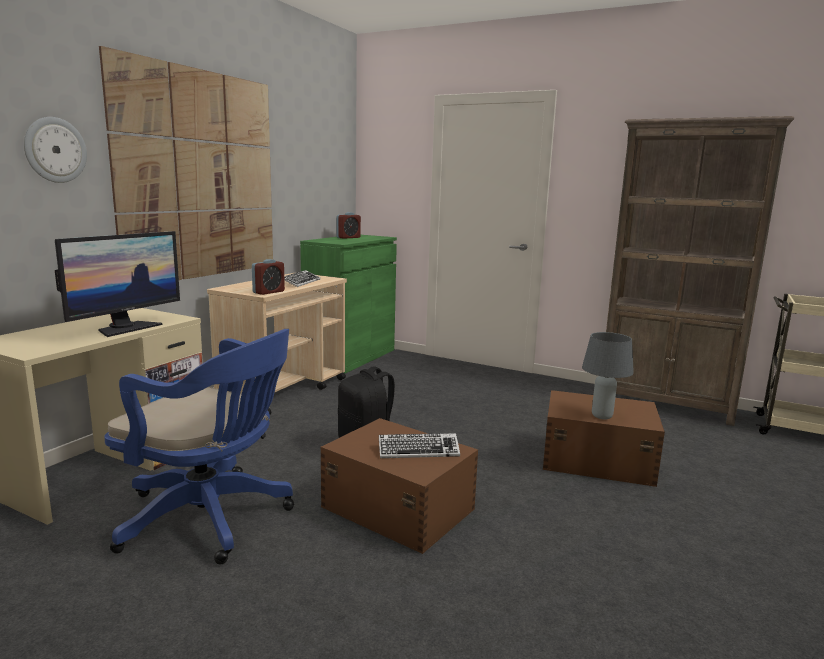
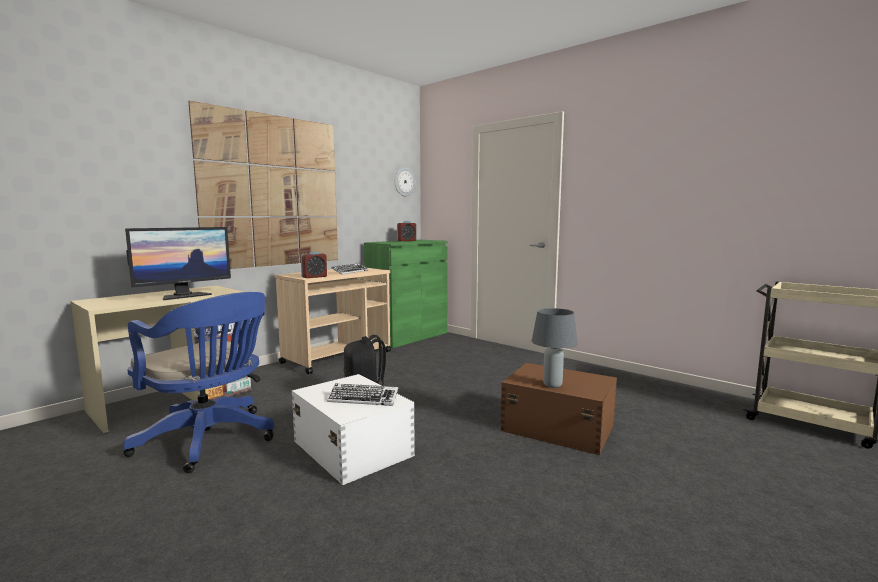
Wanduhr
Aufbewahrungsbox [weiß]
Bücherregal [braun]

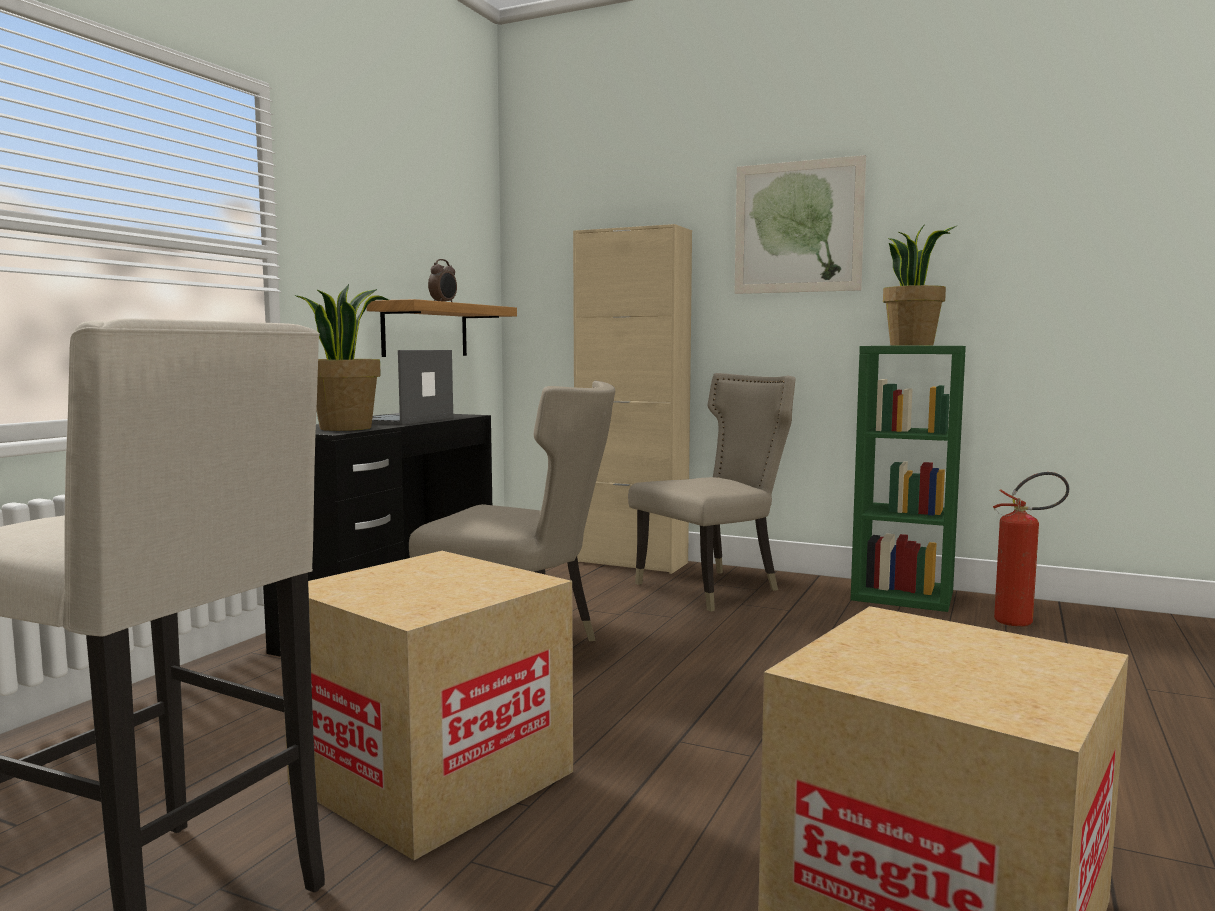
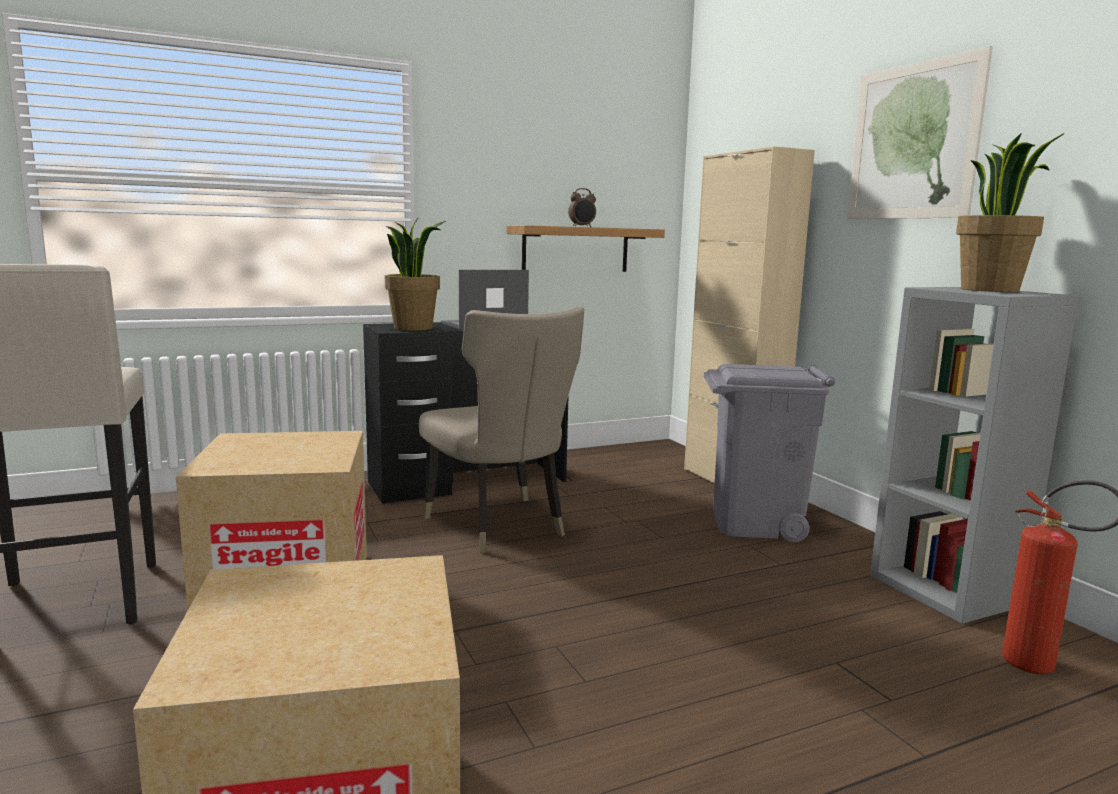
Mülleimer [grau]
Bücherregal [grau]

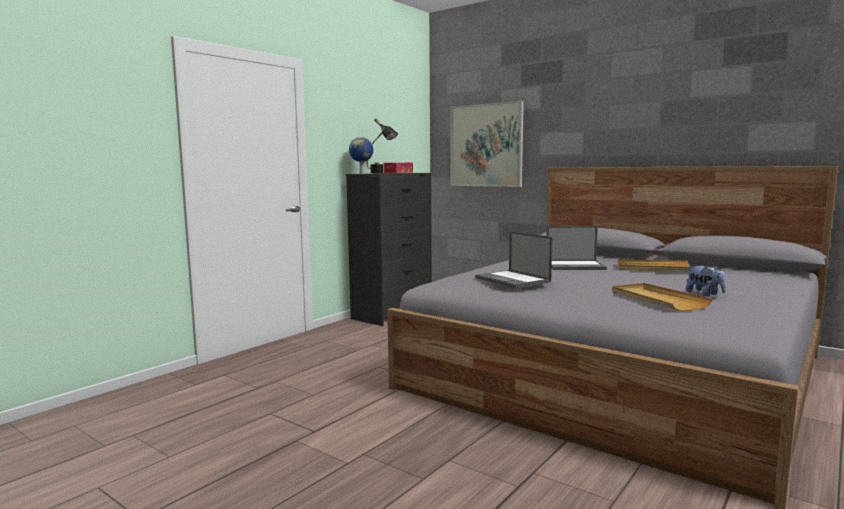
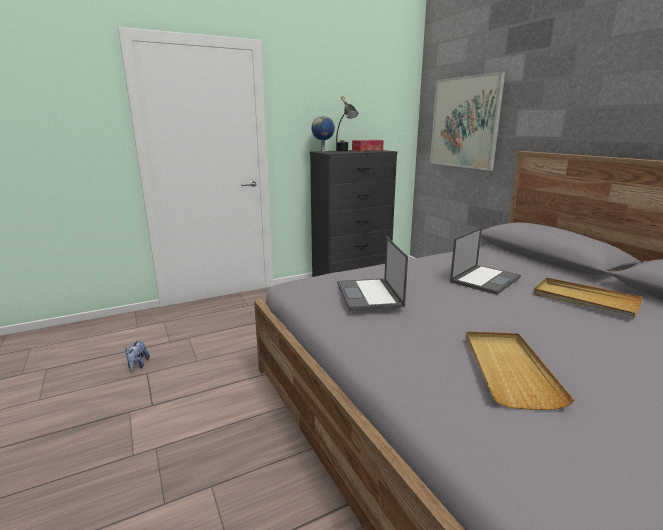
Laptop (no. 2 from left)
Plüschtier

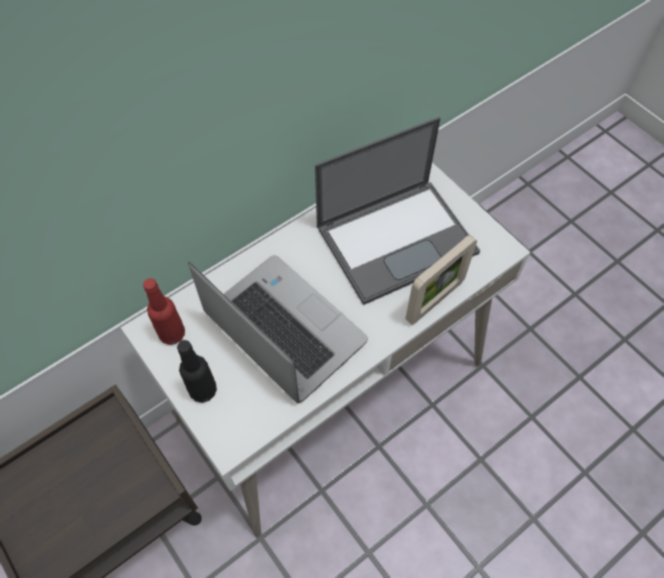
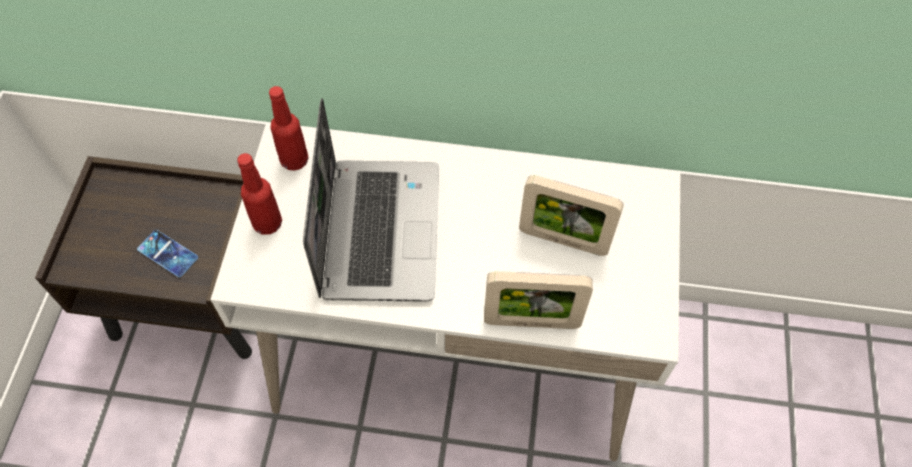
Flasche [rot] (no. 1 from left)
Bilderrahmen (no. 2 from left)
Handy

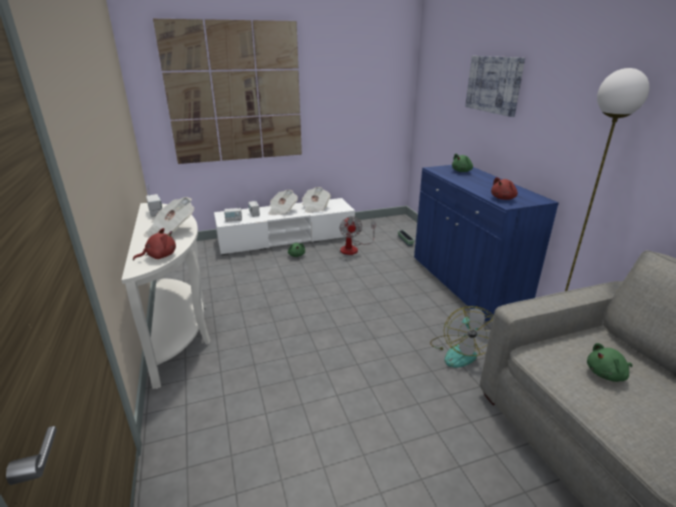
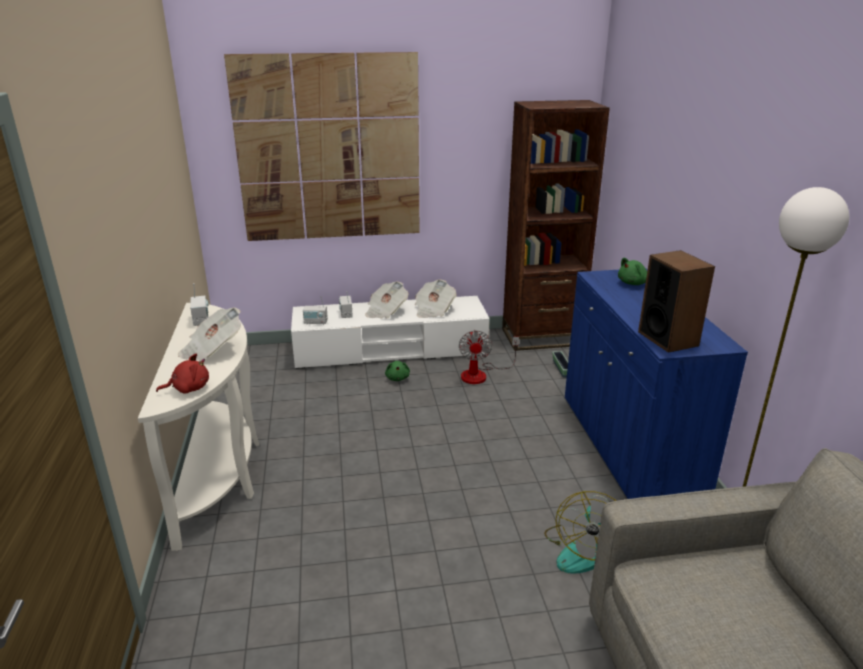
Bild (no. 2 from left in the first image)
Lautsprecher
Plüschtier [grün] (no. 3 from left in the first image)
Bücherregal [braun]

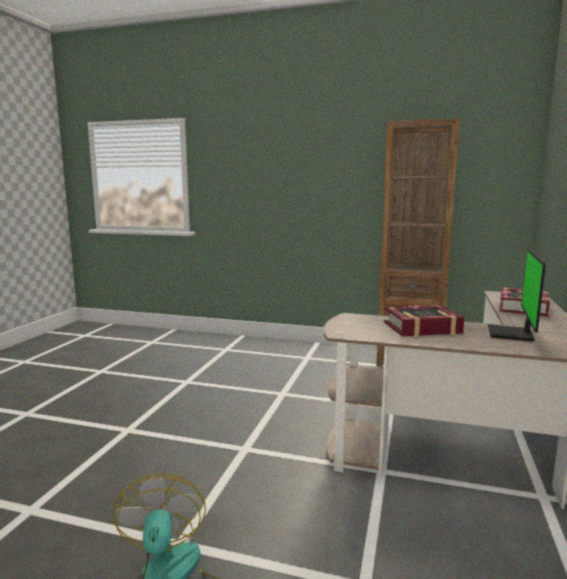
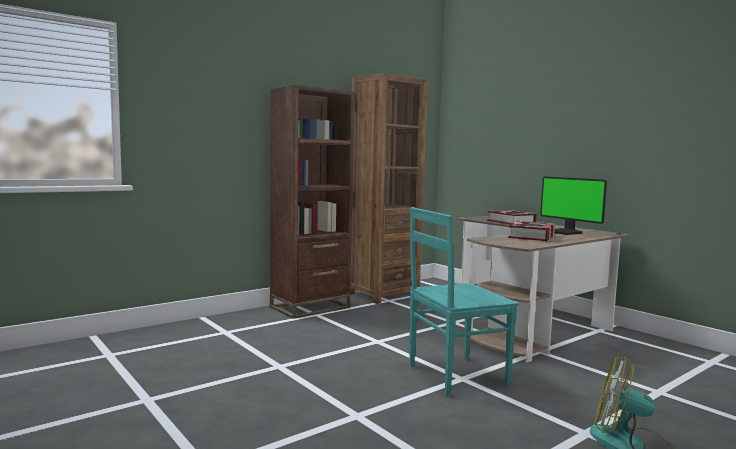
Bücherregal [braun] (no. 1 from left)
Stuhl [türkis]

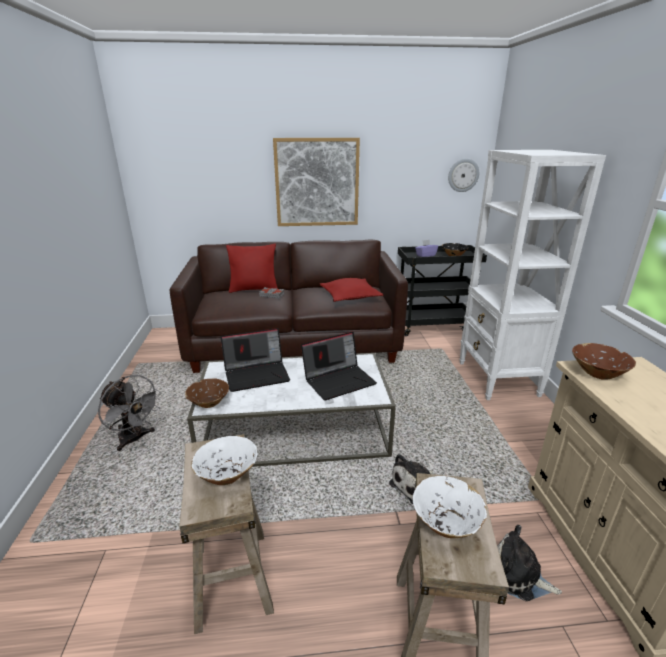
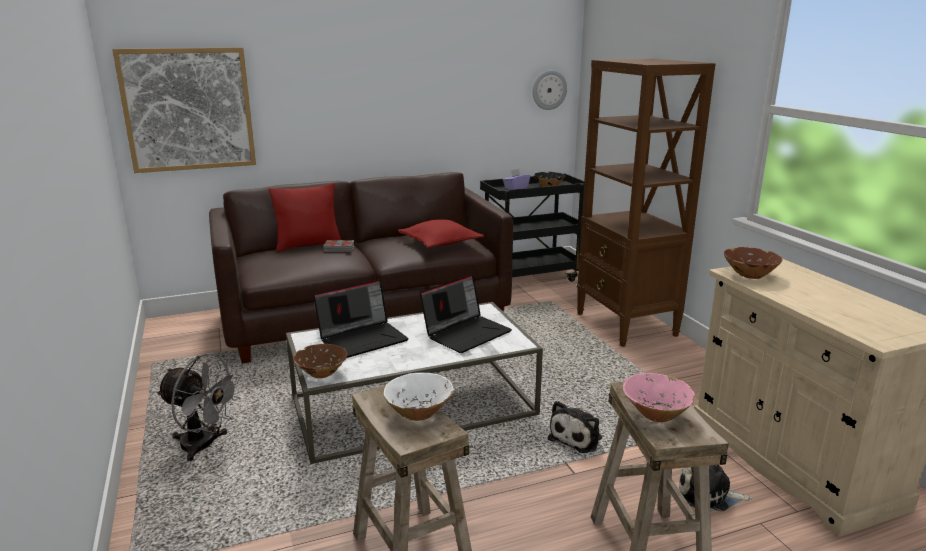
Bild
Schüssel [rosa]
Bücherregal [braun]

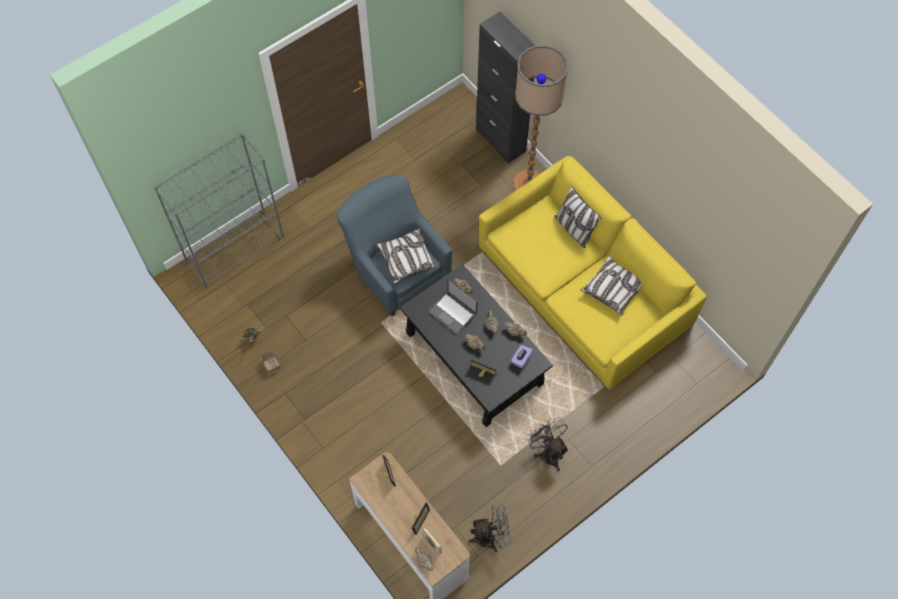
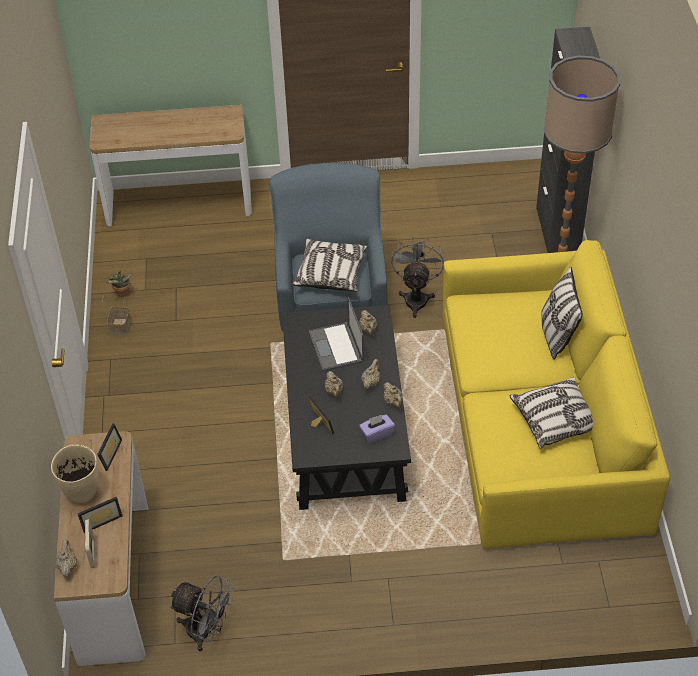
Konsolentisch (no. 2 from left)
Ventilator [grau] (no. 2 from left)
Vase [beige]

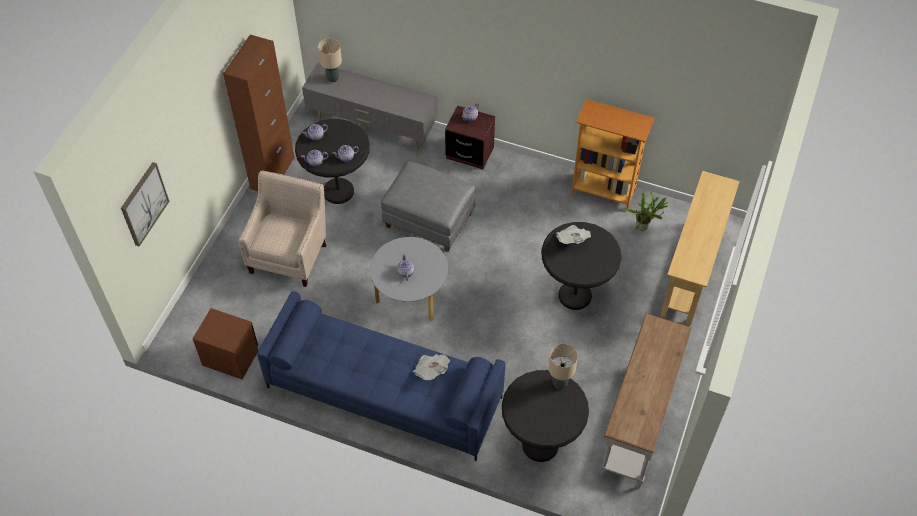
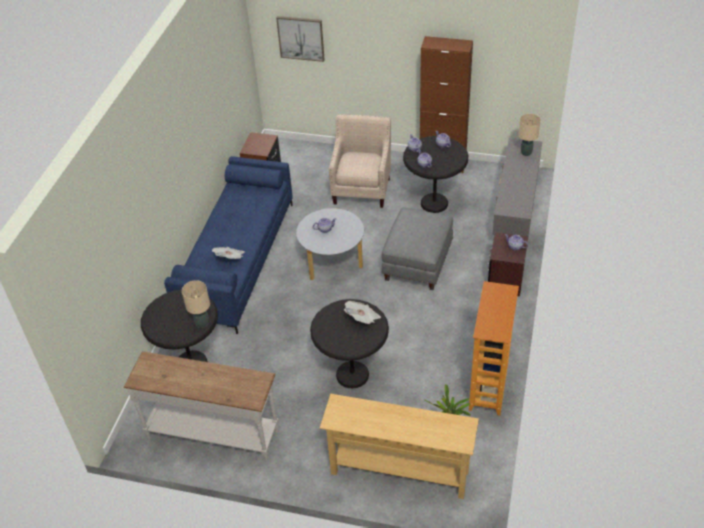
Sessel [beige]

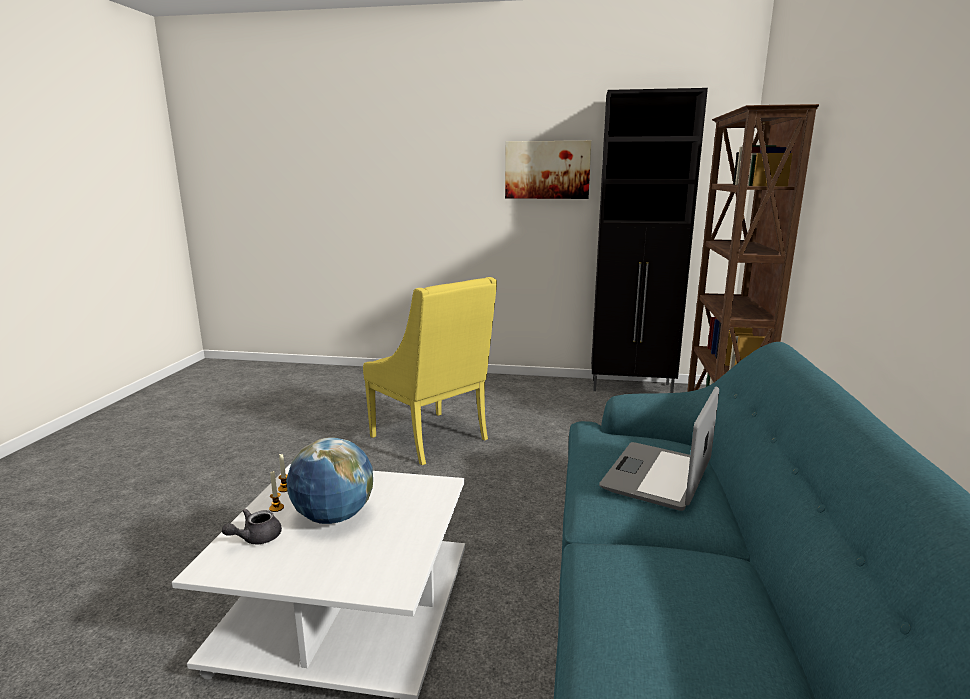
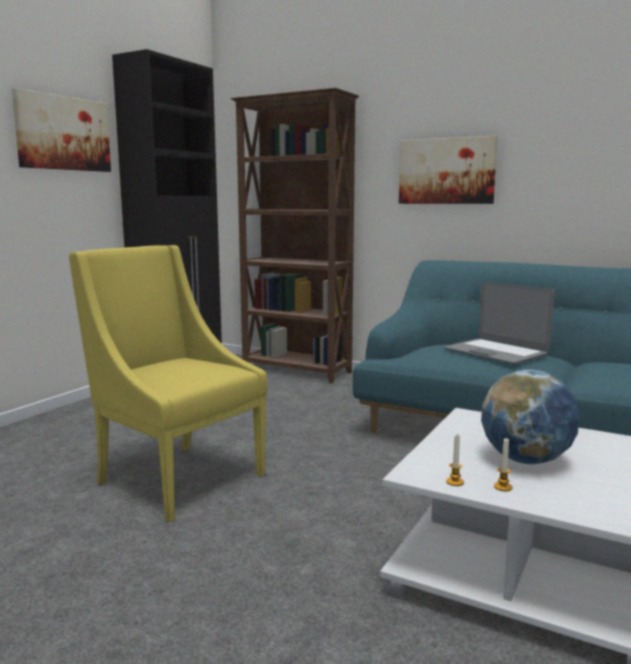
Teekanne [grau]
Sessel [gelb]
Bild (no. 2 from left)

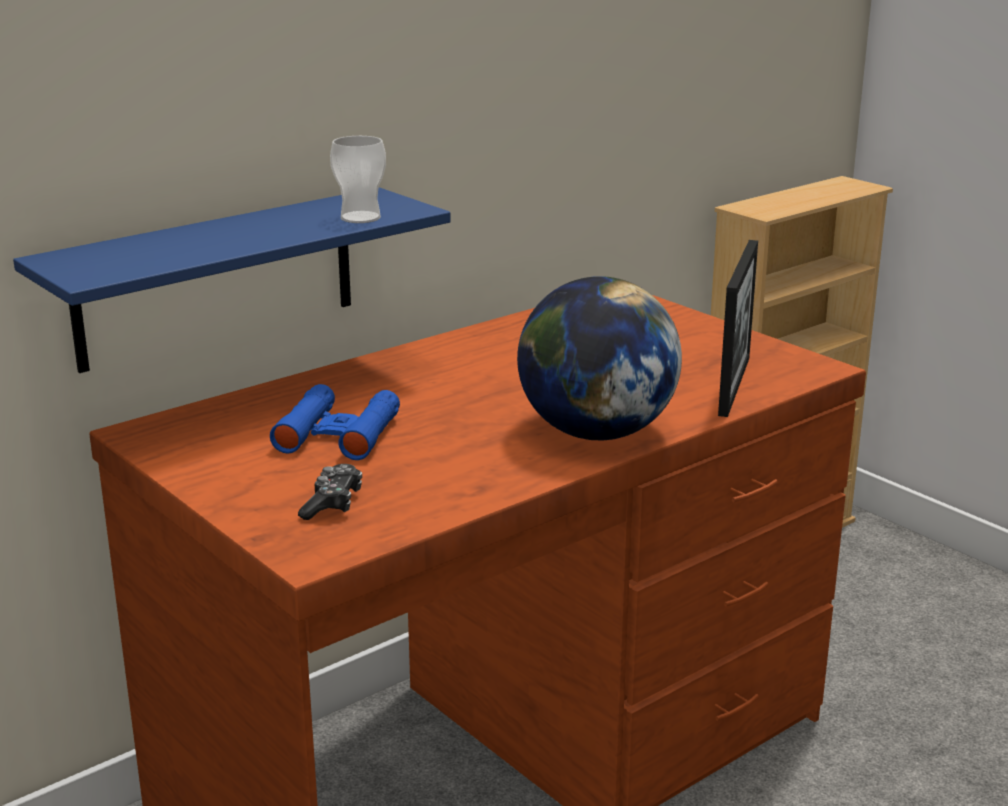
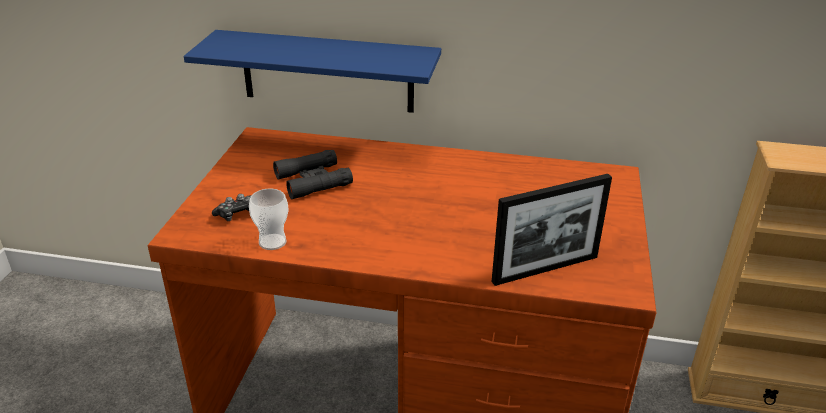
Fernglas [schwarz]
Tasse
Globus

